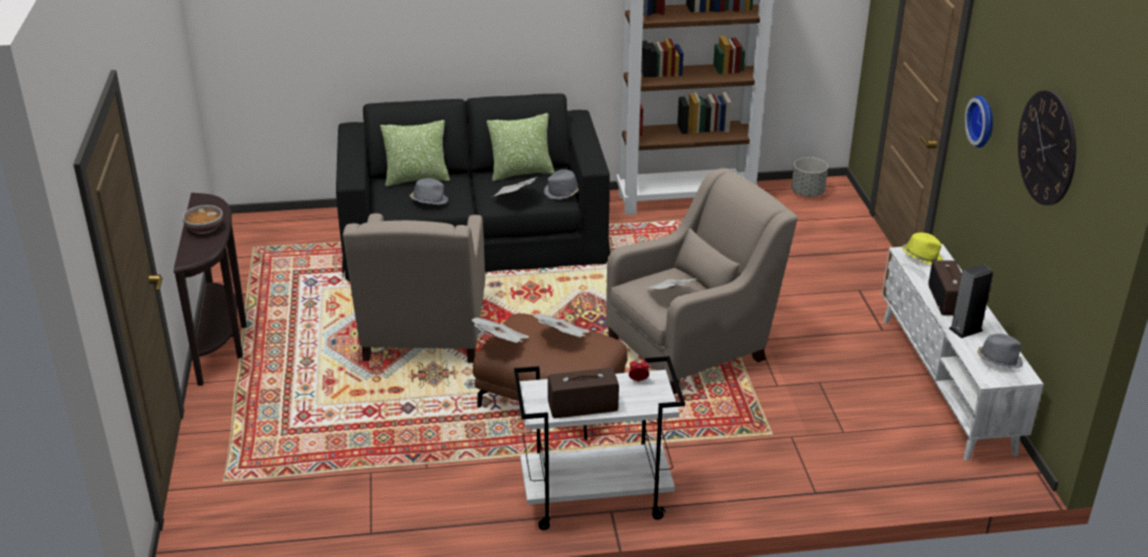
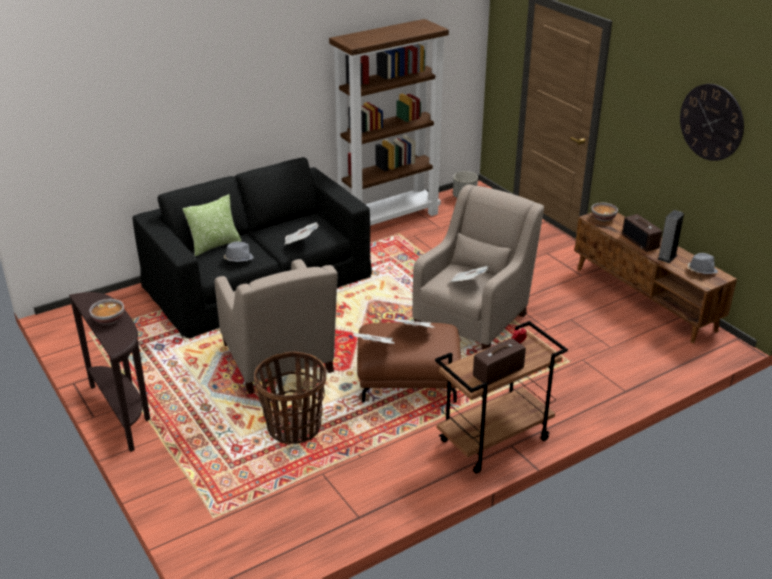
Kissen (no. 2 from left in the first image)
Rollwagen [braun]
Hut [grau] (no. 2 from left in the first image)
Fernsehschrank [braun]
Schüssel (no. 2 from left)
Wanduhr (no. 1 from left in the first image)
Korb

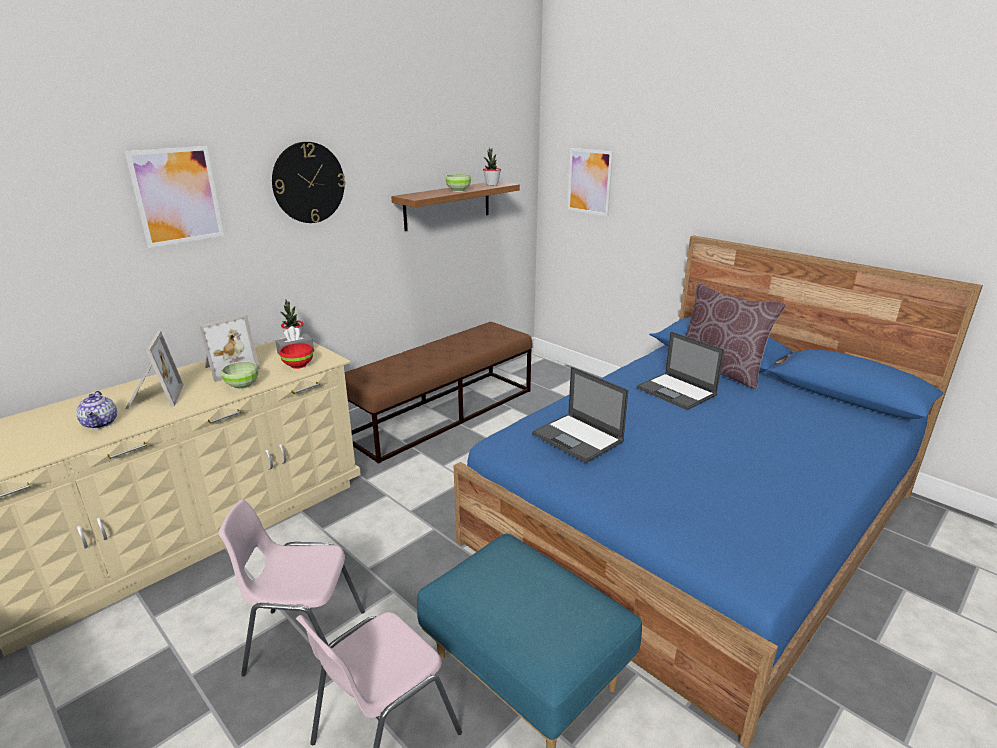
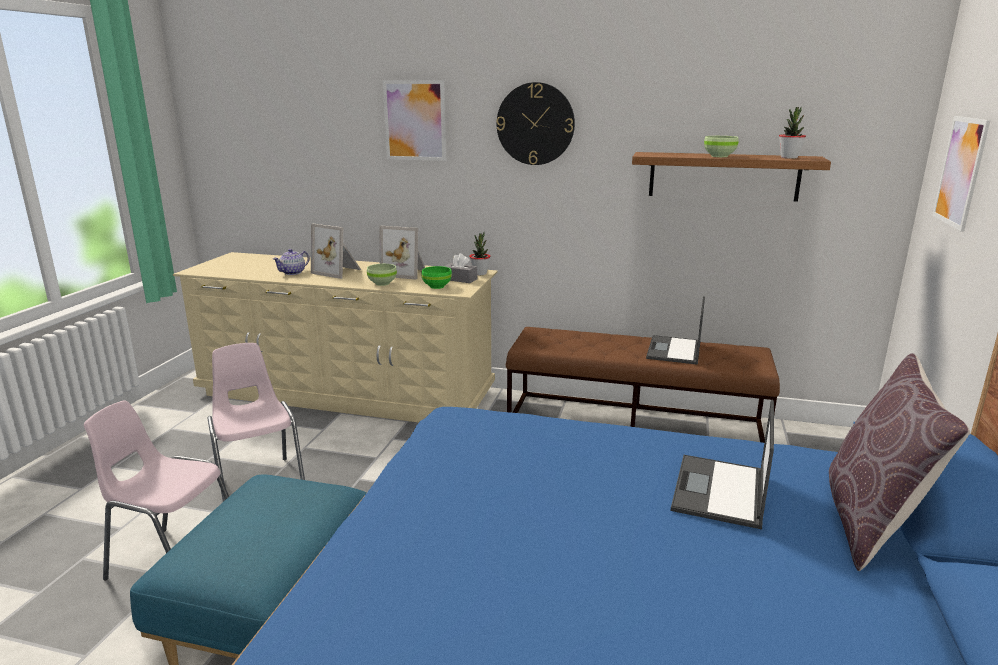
Bilderrahmen (no. 1 from left)
Schüssel [grün] (no. 2 from left)
Laptop (no. 1 from left)

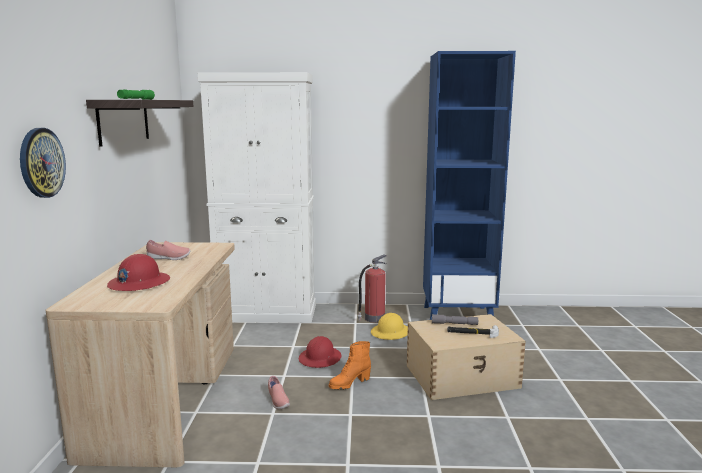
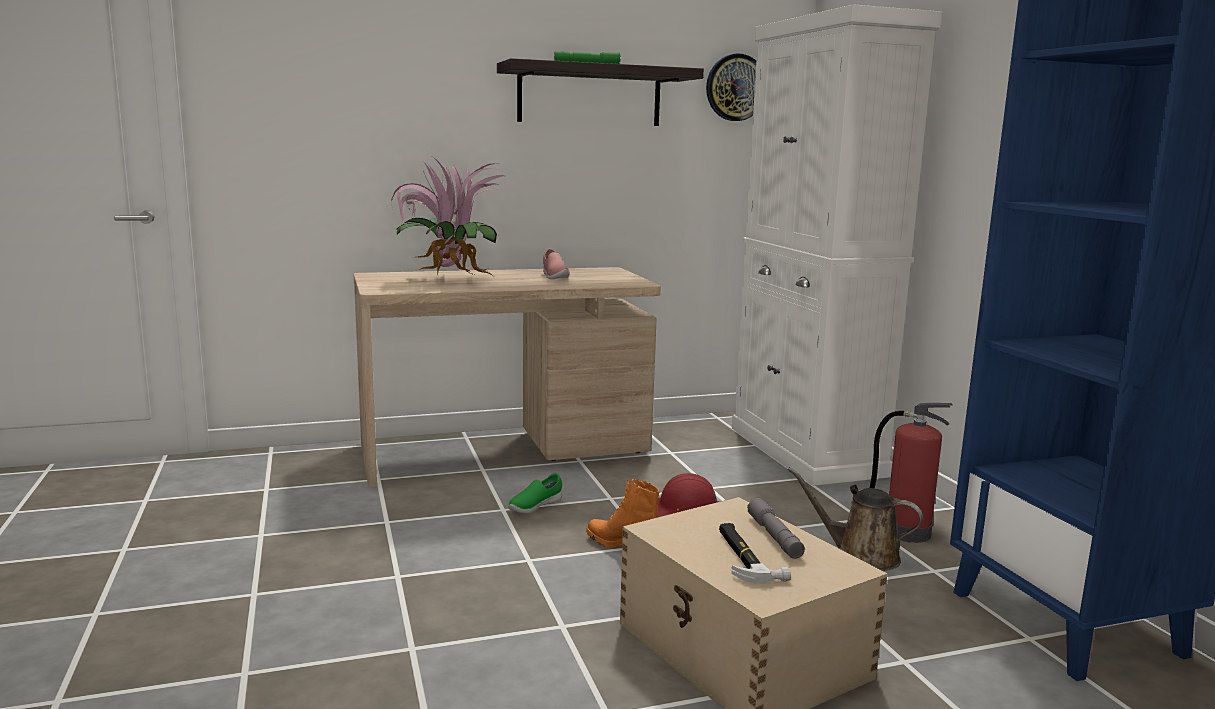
Wanduhr
Topfpflanze
Schuh [grün]
Gießkanne [braun]

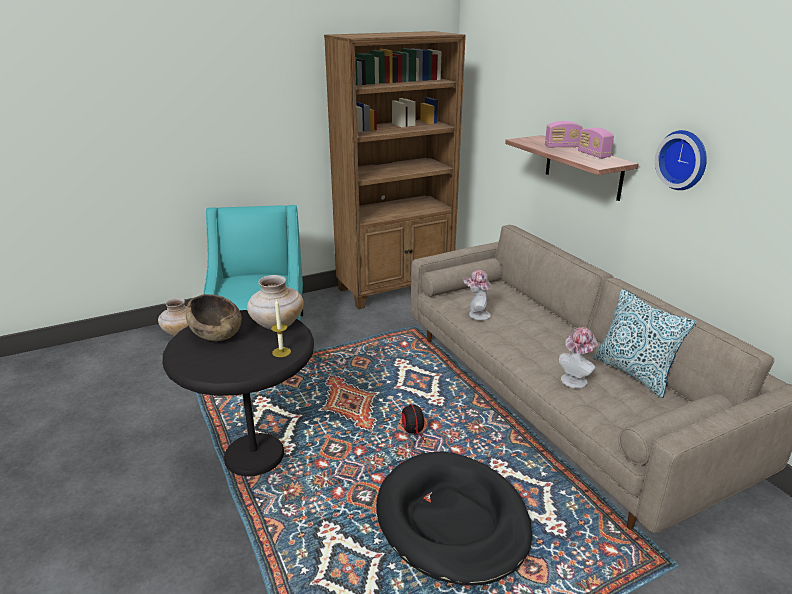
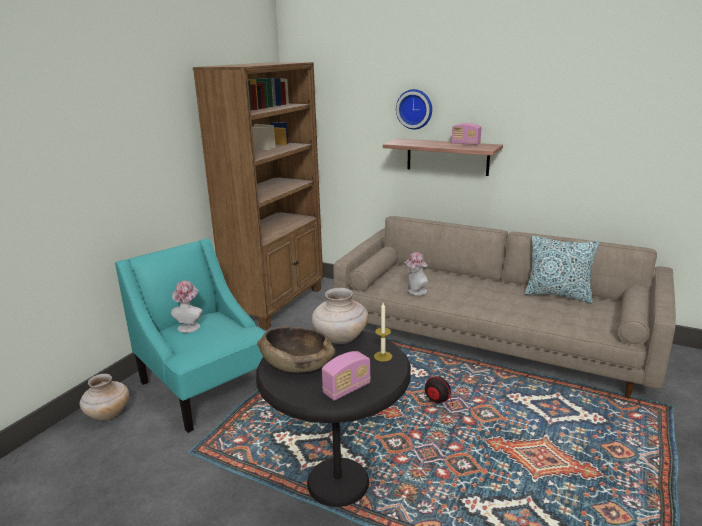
Hundebett [schwarz]
Radio (no. 1 from left)
Hut (no. 1 from left)
Wanduhr

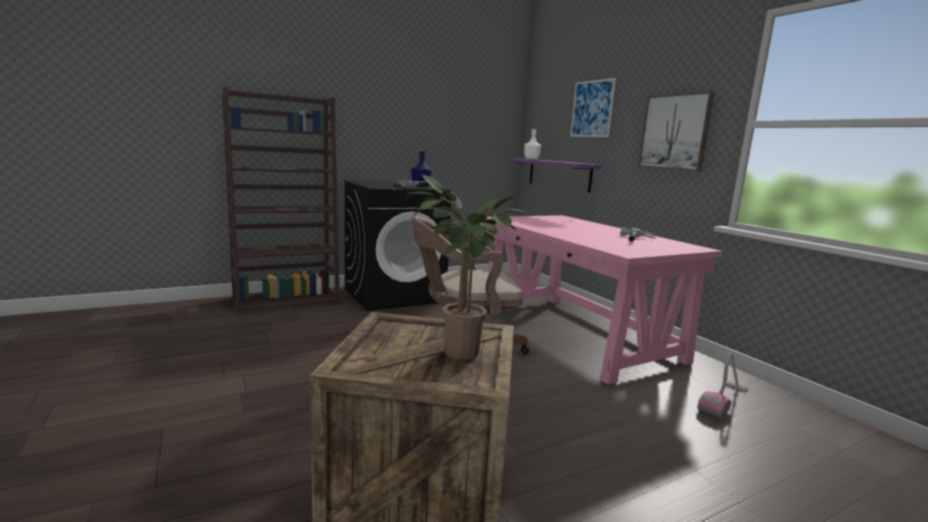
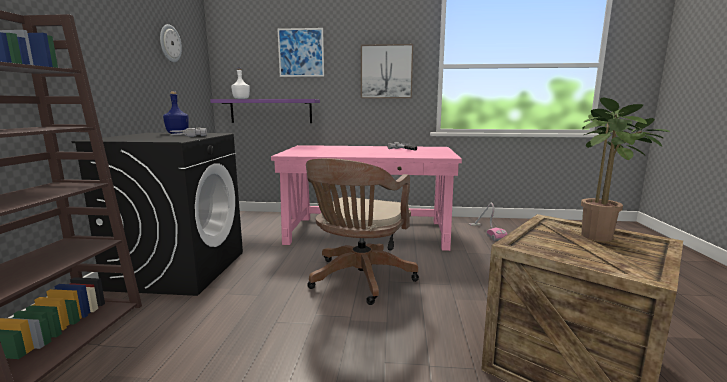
Wanduhr

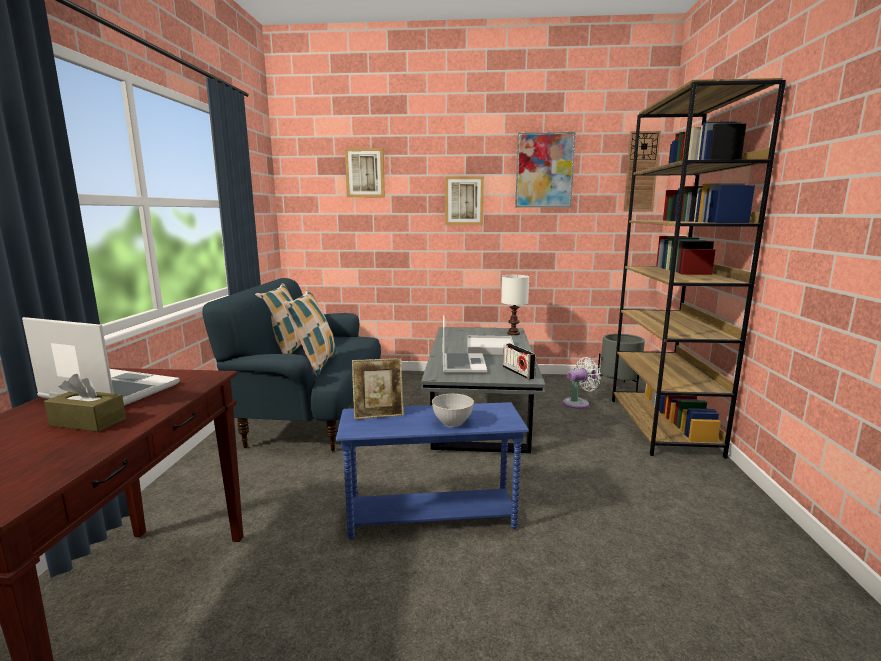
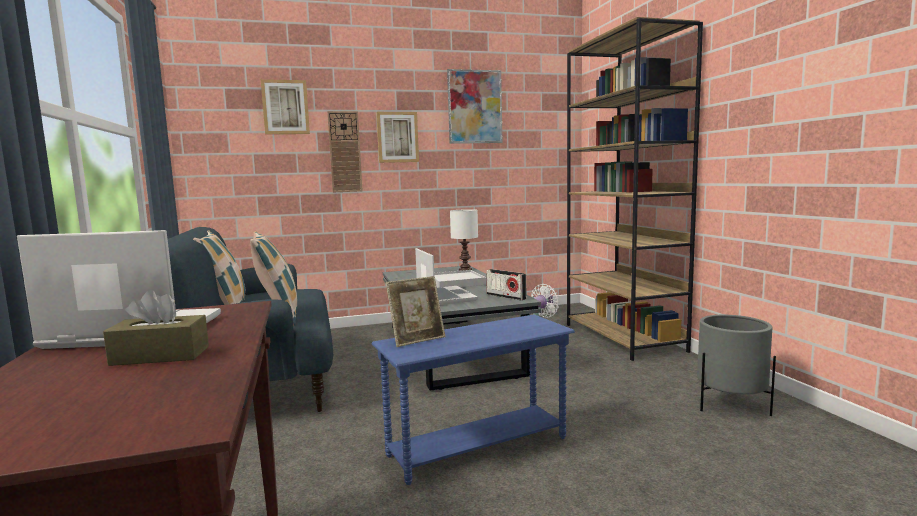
Schüssel [grau]
Pflanzkübel [grau]
Wanduhr

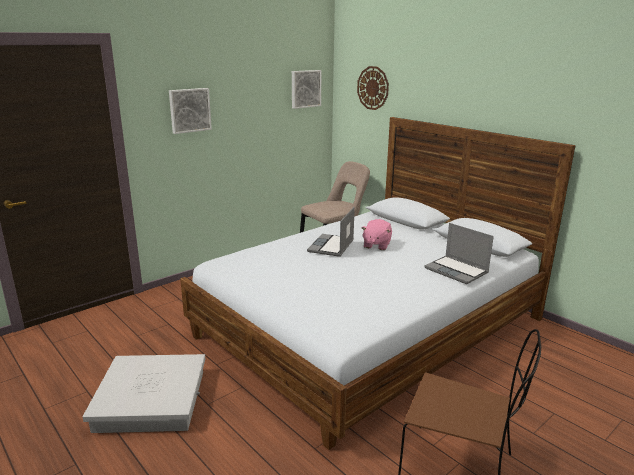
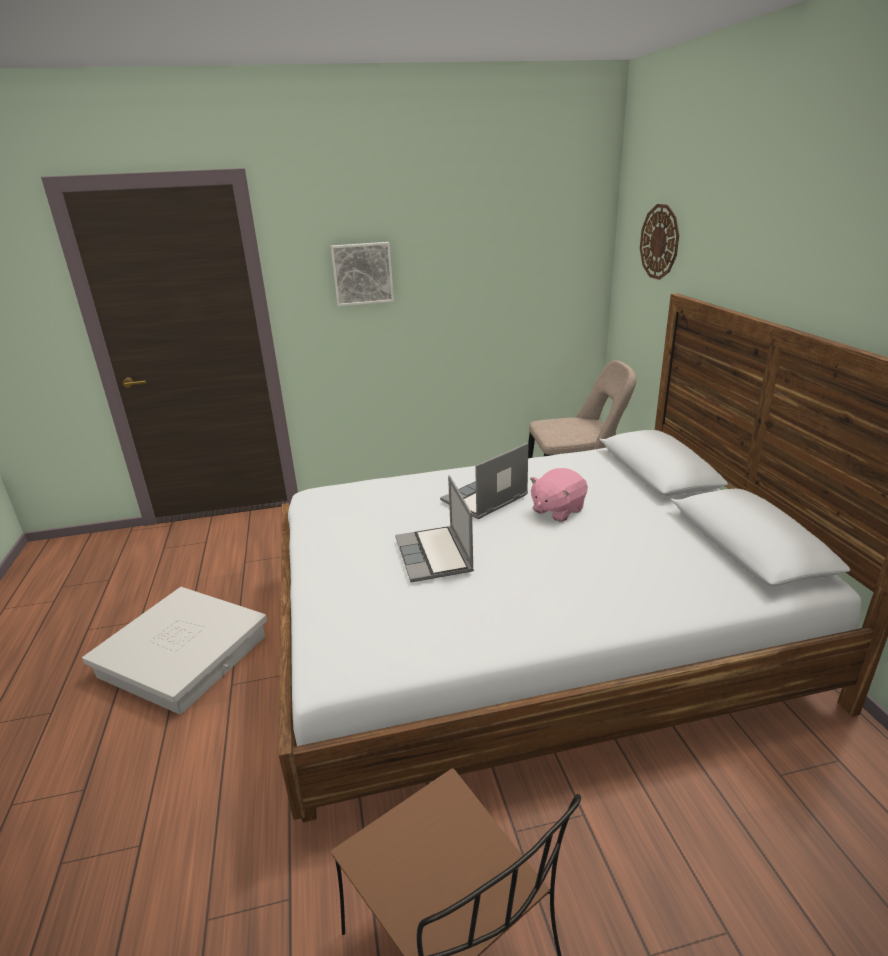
Bild (no. 2 from left in the first image)
Laptop (no. 1 from left)

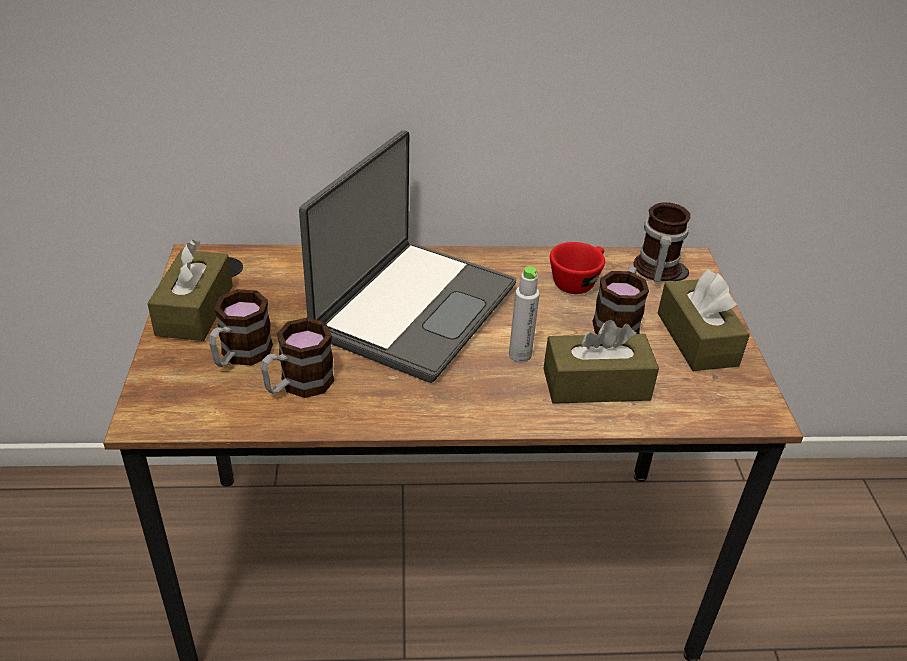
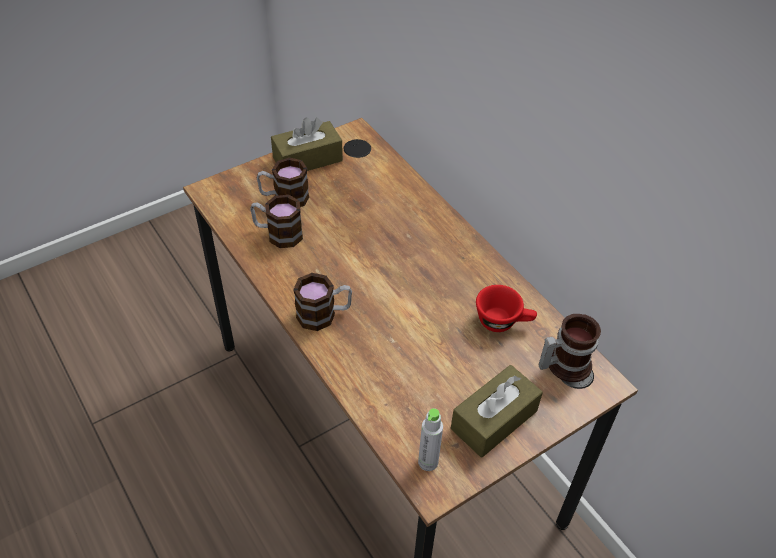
Laptop
Flasche [grau]
Taschentuchbox [braun] (no. 2 from left in the first image)
Henkelbecher (no. 3 from left)

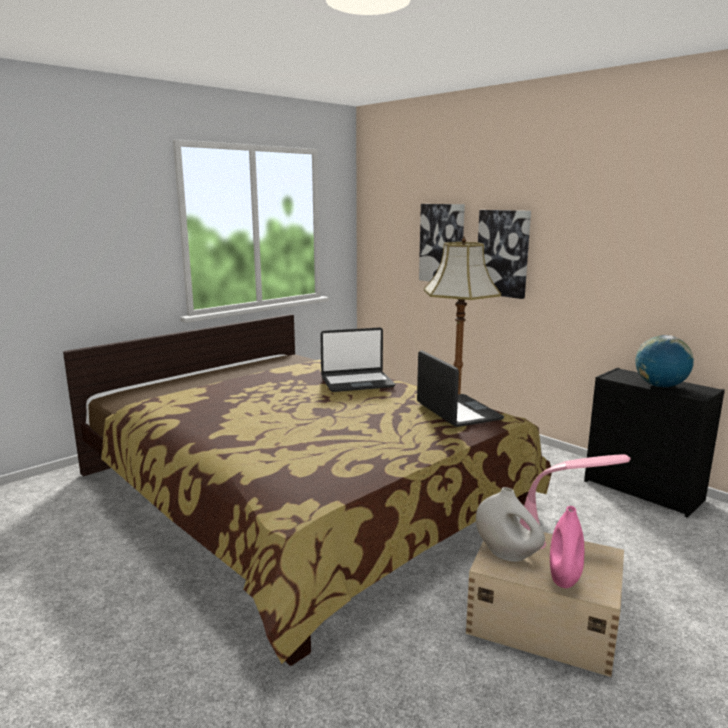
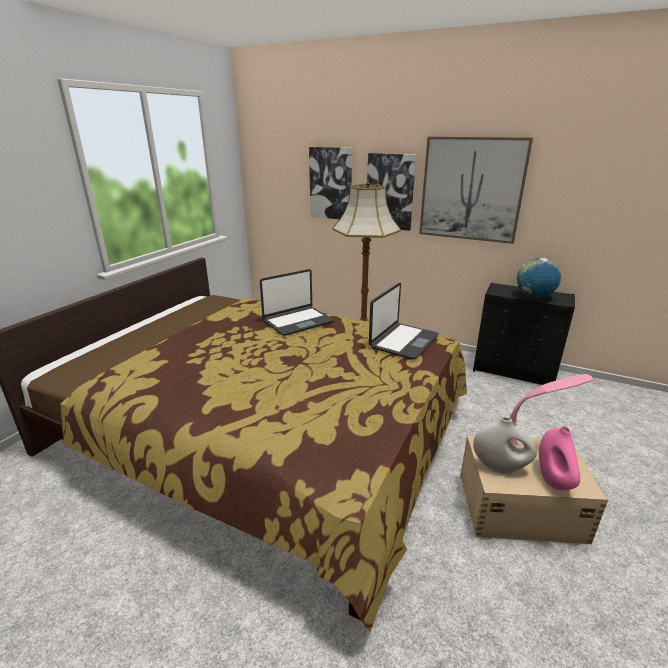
Laptop (no. 2 from left)
Bild (no. 3 from left)

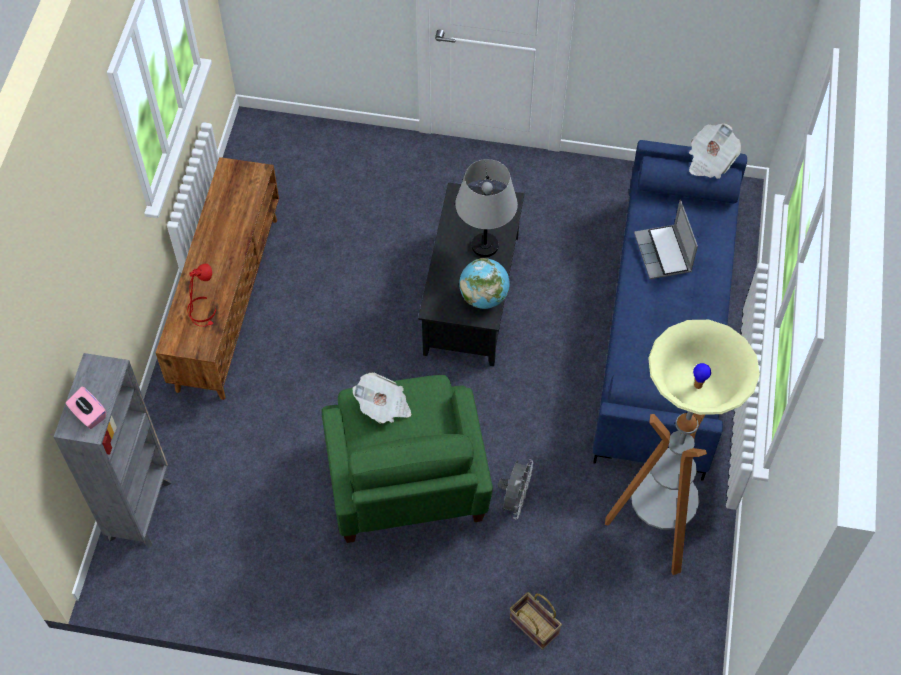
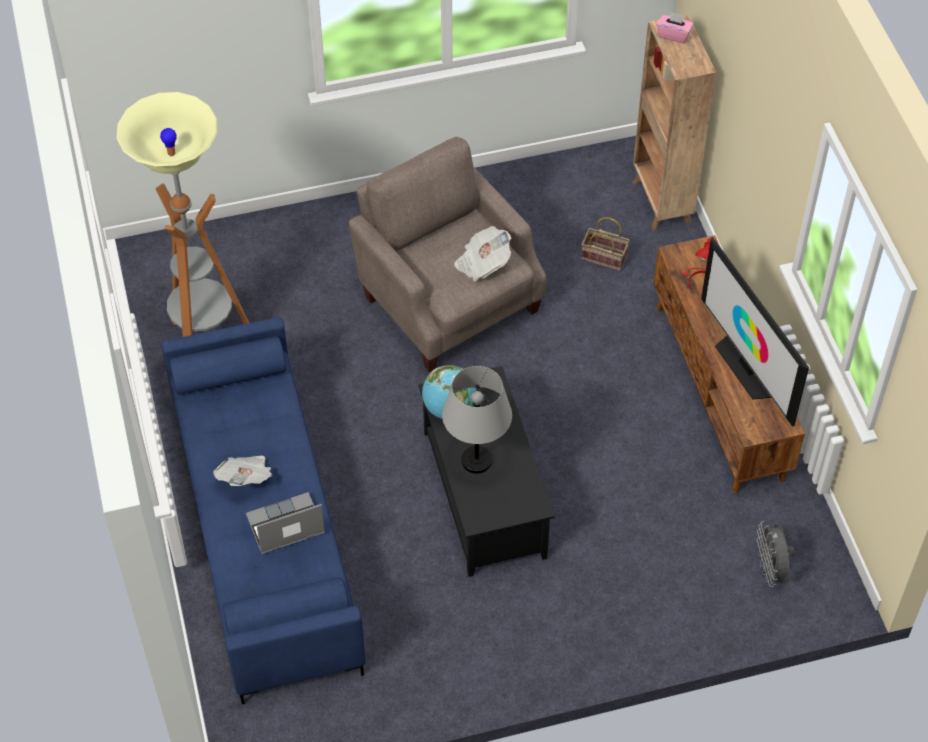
Bücherregal [braun]
Sessel [beige]
Ventilator [grau]
Korb
Laptop
Zeitung (no. 1 from left)
Fernseher

